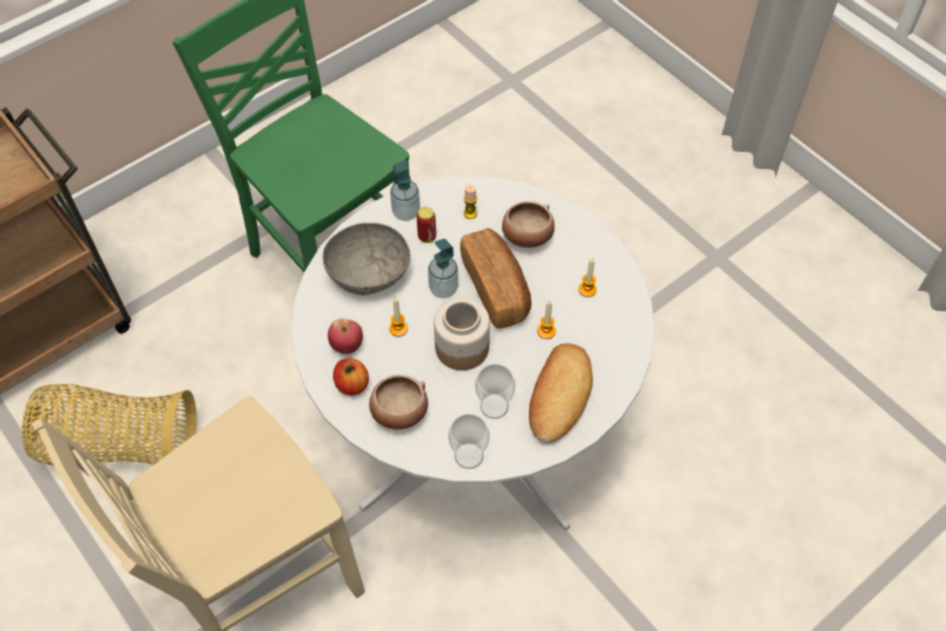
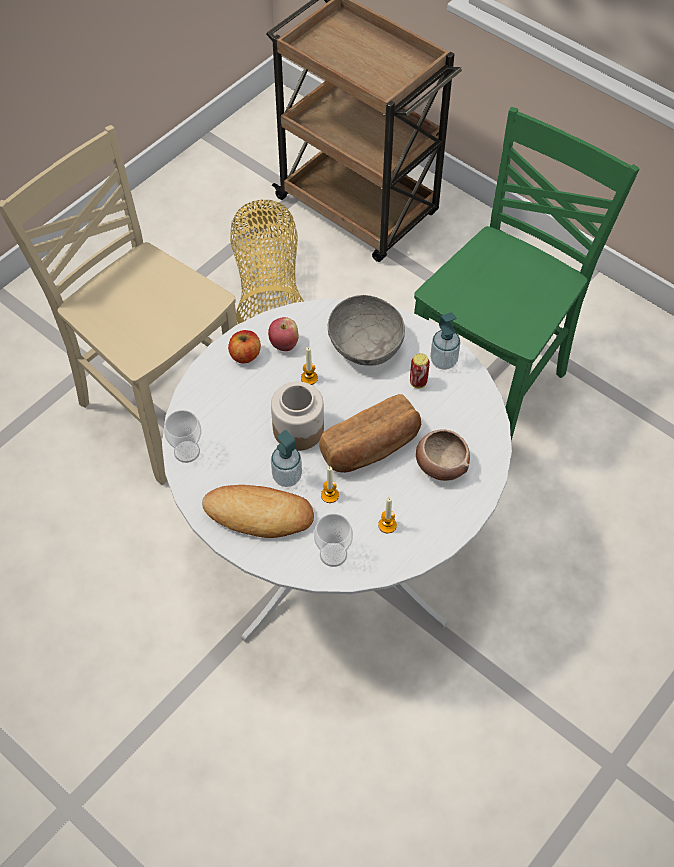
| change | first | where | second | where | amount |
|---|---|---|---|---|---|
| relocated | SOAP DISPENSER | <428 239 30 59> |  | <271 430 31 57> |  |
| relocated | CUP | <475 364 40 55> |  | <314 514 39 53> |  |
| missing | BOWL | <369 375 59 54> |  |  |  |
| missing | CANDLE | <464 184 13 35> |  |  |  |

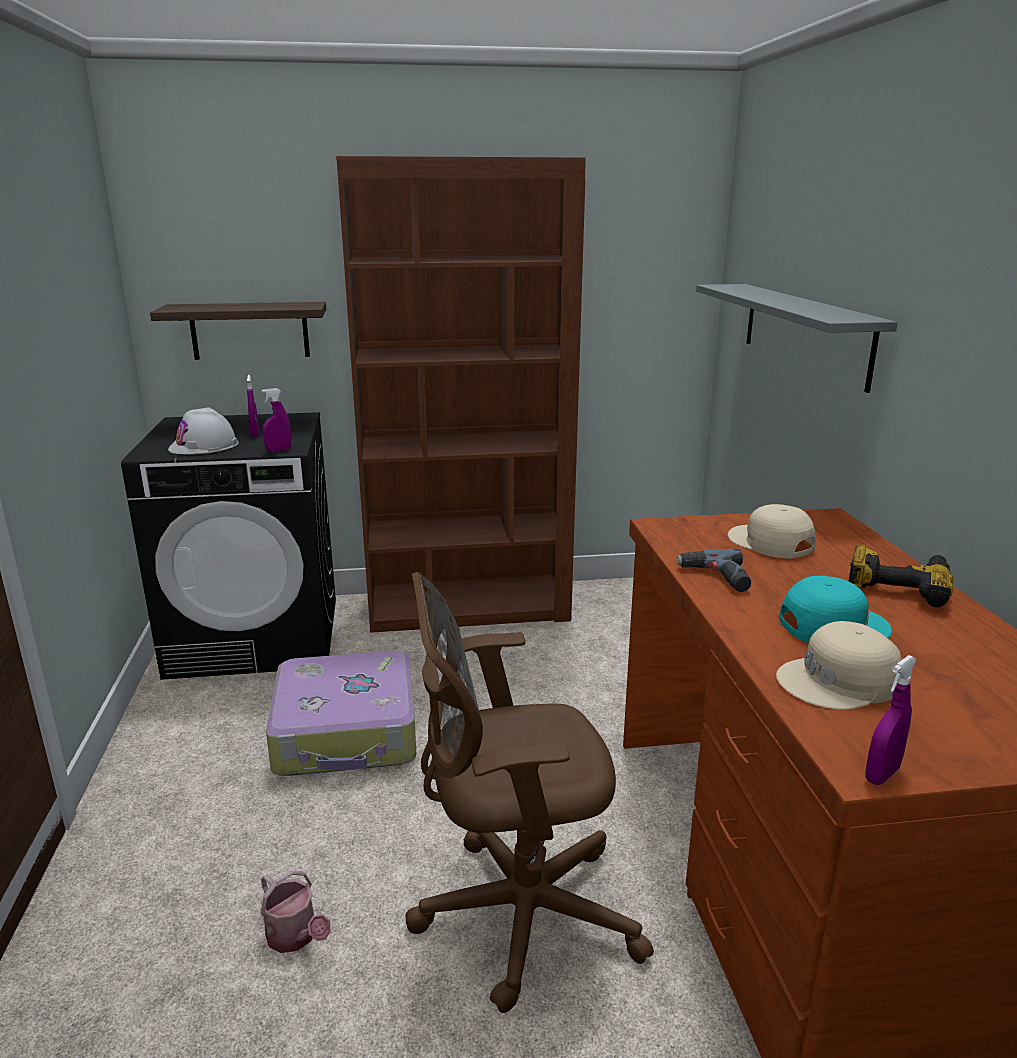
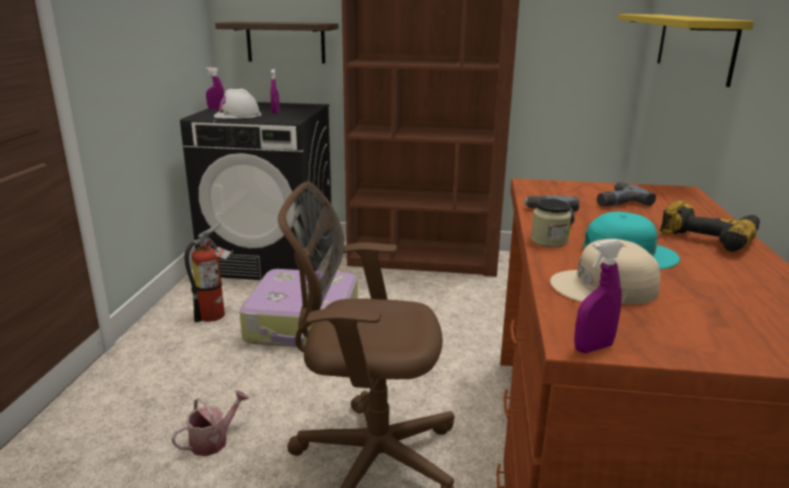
| change | first | where | second | where | amount |
|---|---|---|---|---|---|
| spun | WATERING CAN | <260 871 71 82> |  | <171 390 79 66> | 105 degrees counterclockwise |
| appeared |  |  | FIRE EXTINGUISHER | <184 222 50 100> |  |
| relocated | PURPLE SPRAY BOTTLE | <261 388 30 64> |  | <206 67 18 43> |  |
| appeared |  |  | JAR | <531 199 40 48> |  |
| exchanged | BEIGE CAP | <728 504 88 55> | POWER DRILL | <597 182 59 24> |  |
| colour | GREY SHELF | <696 284 202 109> | YELLOW SHELF | <618 14 136 73> |  |

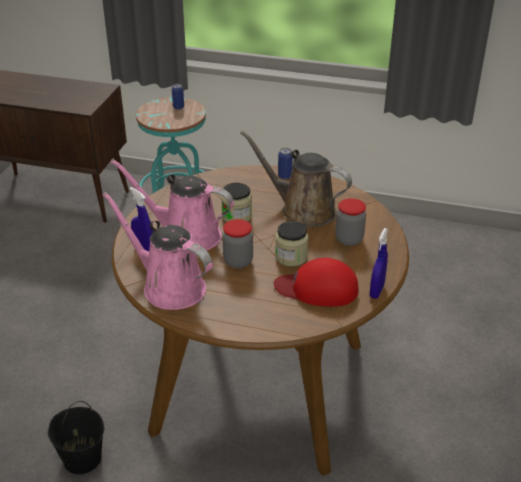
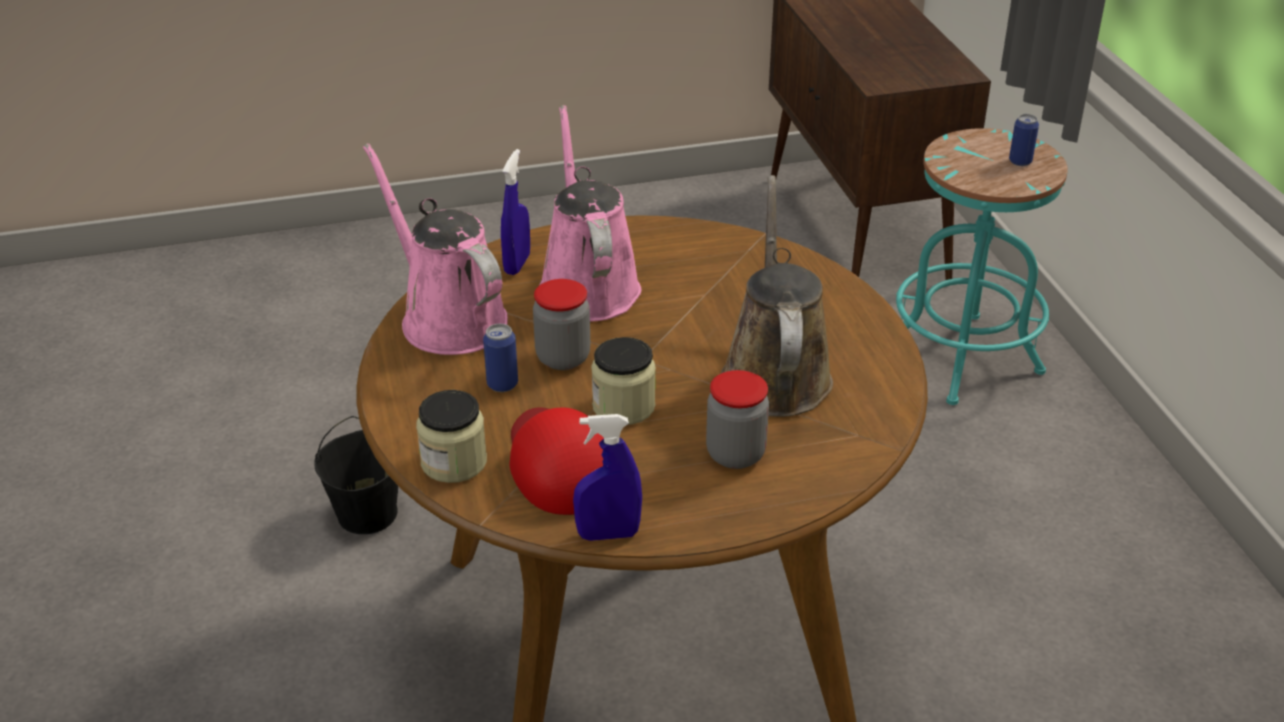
| change | first | where | second | where | amount |
|---|---|---|---|---|---|
| spun | PINK WATERING CAN | <102 192 111 118> |  | <363 143 145 212> | 45 degrees counterclockwise |
| relocated | JAR | <221 183 31 39> |  | <416 390 71 93> |  |
| relocated | CAN | <278 148 15 31> |  | <483 324 35 68> |  |

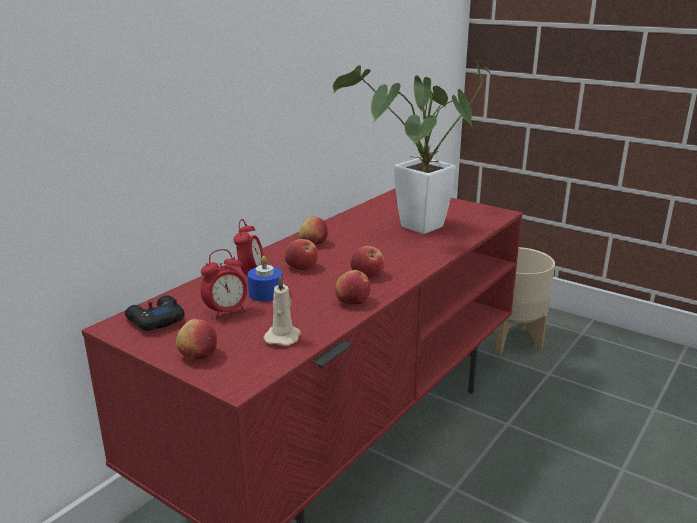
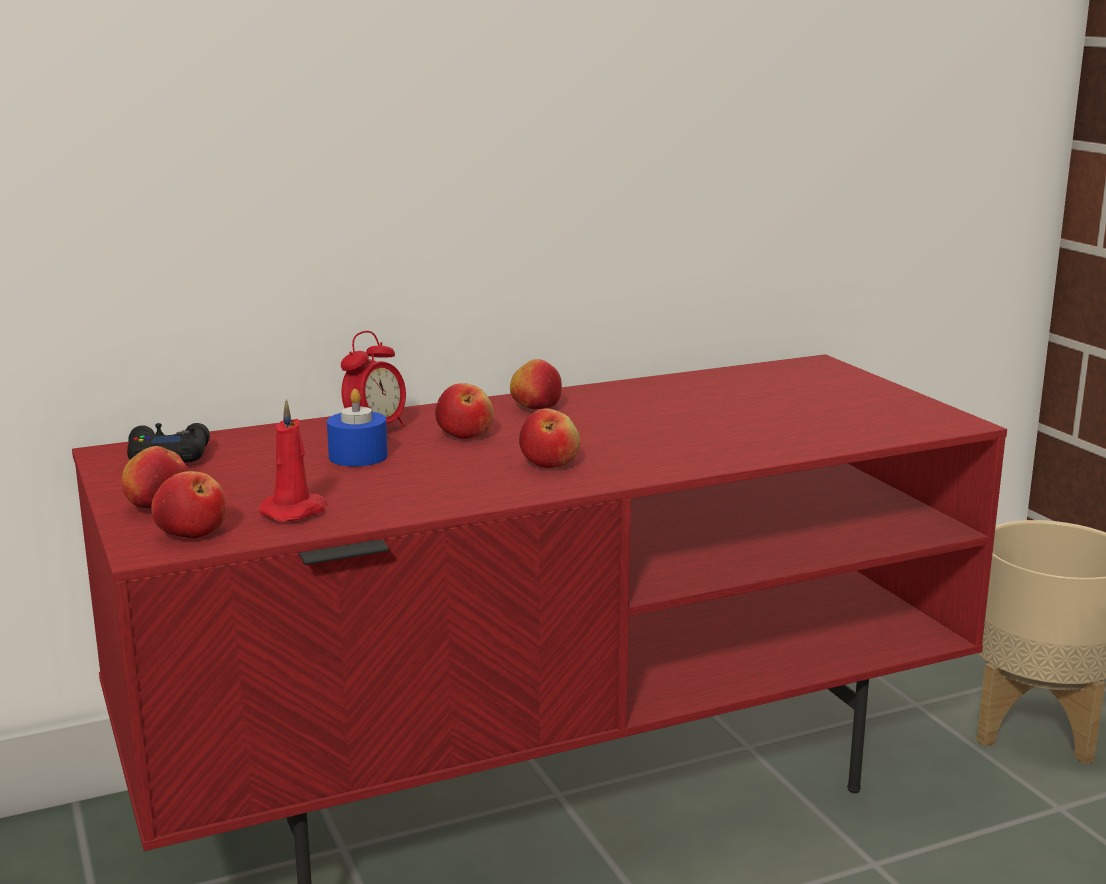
| change | first | where | second | where | amount |
|---|---|---|---|---|---|
| relocated | APPLE | <335 270 36 34> |  | <151 471 75 67> |  |
| colour | BEIGE CANDLE | <264 274 37 72> | RED CANDLE | <260 399 67 123> |  |
| missing | ALARM CLOCK | <200 249 47 71> |  |  |  |
| missing | POTTED PLANT | <333 58 161 176> |  |  |  |

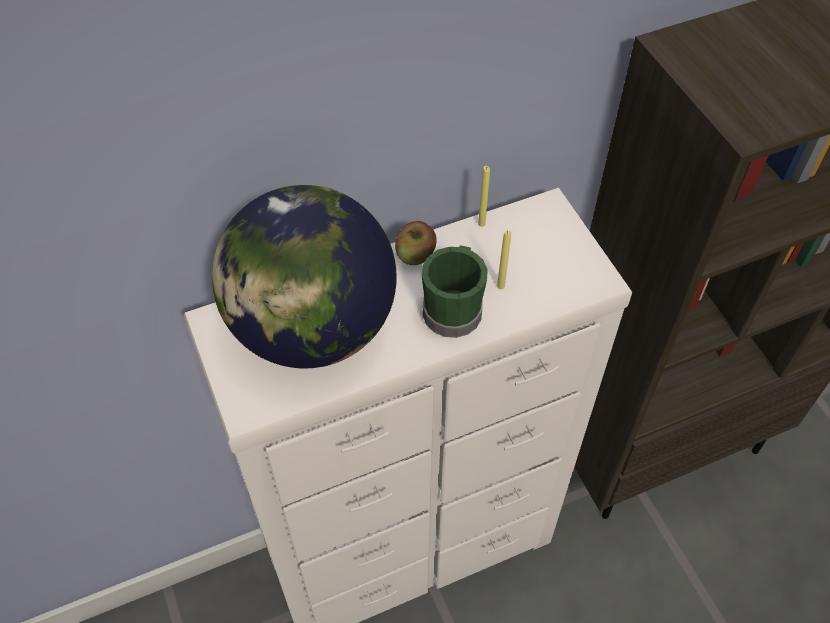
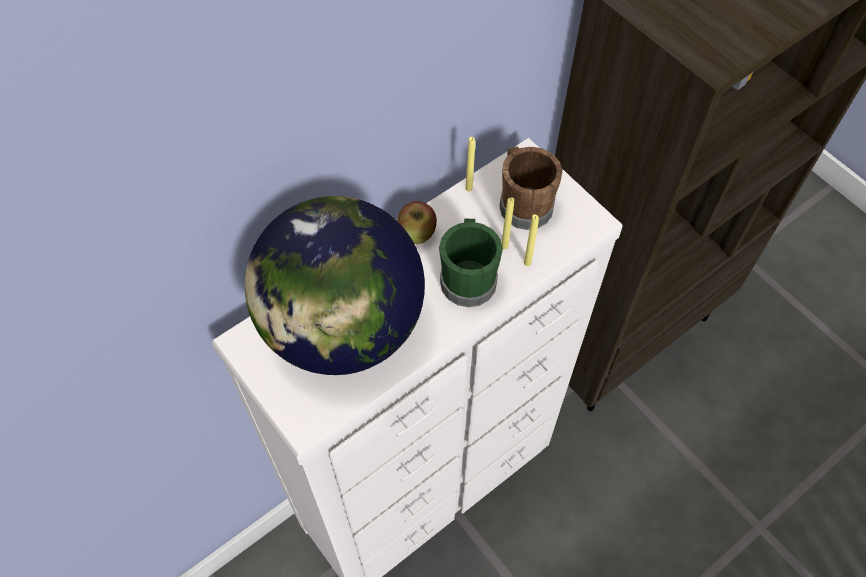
| change | first | where | second | where | amount |
|---|---|---|---|---|---|
| appeared |  |  | BROWN MUG | <500 147 63 83> |  |
| appeared |  |  | YELLOW CANDLE | <524 215 15 51> |  |

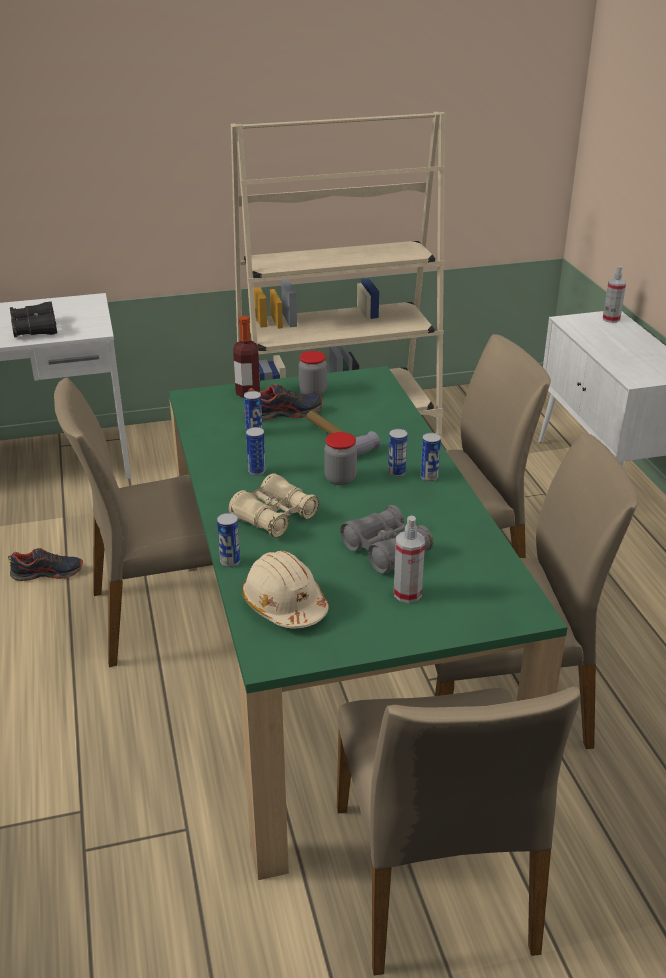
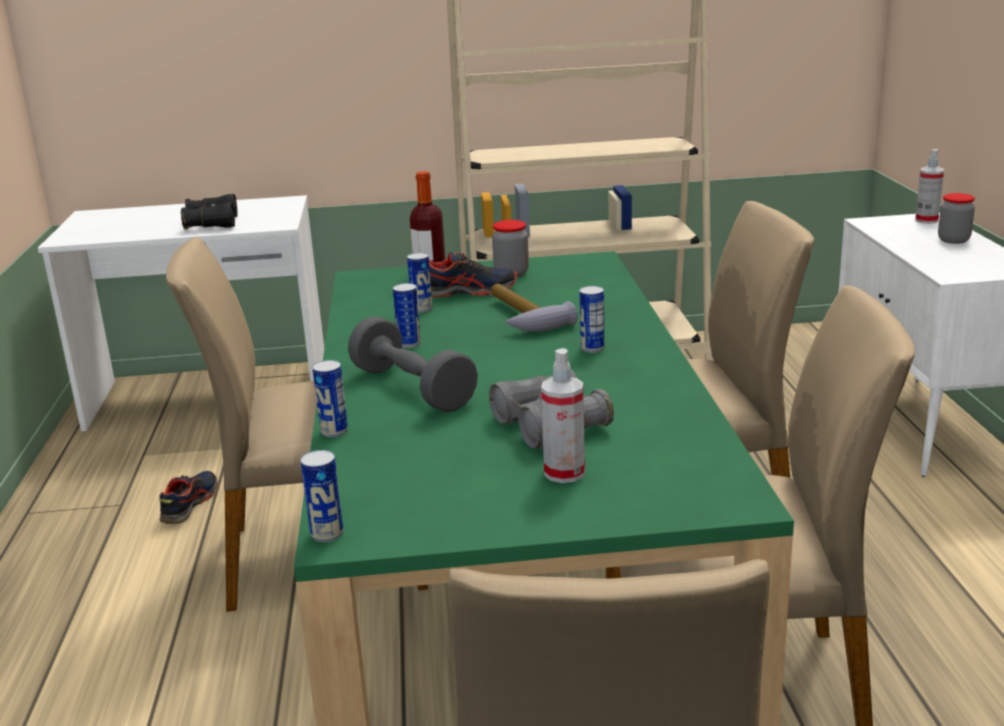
| change | first | where | second | where | amount |
|---|---|---|---|---|---|
| spun | SHOE | <8 548 75 33> |  | <159 471 59 53> | 75 degrees counterclockwise |
| relocated | CAN | <420 433 21 49> |  | <300 450 43 92> |  |
| exchanged | BEIGE BINOCULARS | <229 473 90 65> | GREY DUMBBELL | <348 316 130 96> |  |
| relocated | JAR | <324 432 33 53> |  | <938 193 37 51> |  |
| missing | BEIGE HARD HAT | <242 551 87 78> |  |  |  |

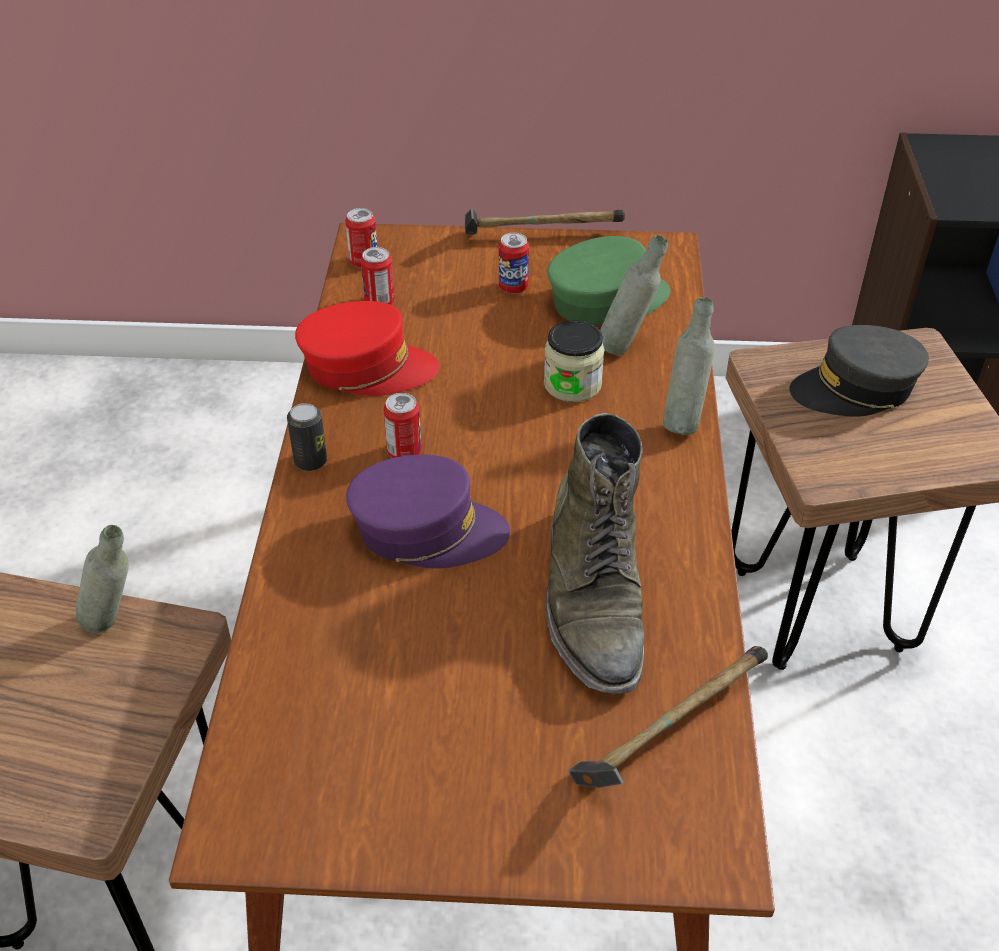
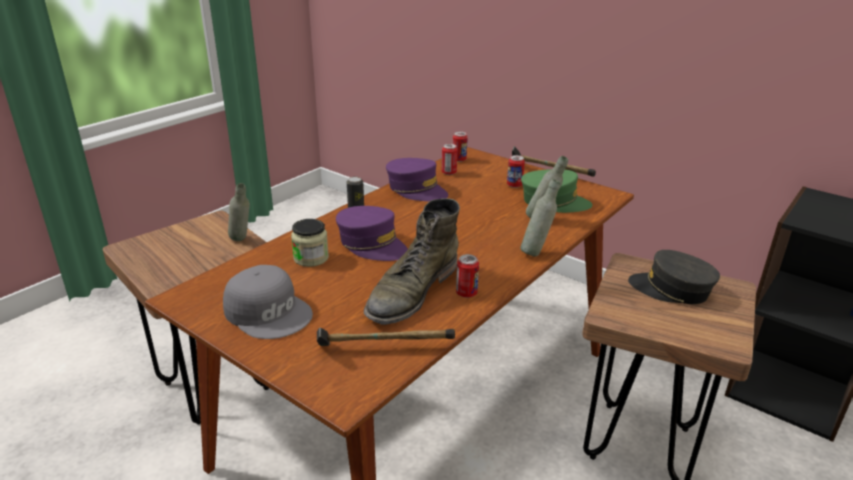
| change | first | where | second | where | amount |
|---|---|---|---|---|---|
| appeared |  |  | GREY CAP | <223 265 90 74> |  |
| relocated | JAR | <544 320 61 82> |  | <291 219 38 48> |  |
| colour | RED CAP | <295 301 144 95> | PURPLE CAP | <386 158 62 43> |  |
| relocated | CAN | <383 393 39 65> |  | <456 254 23 44> |  |

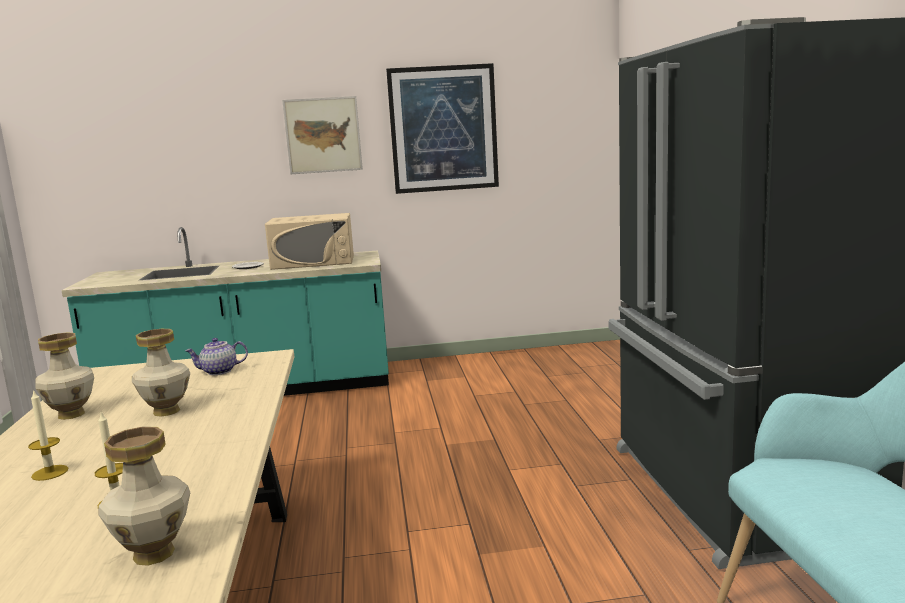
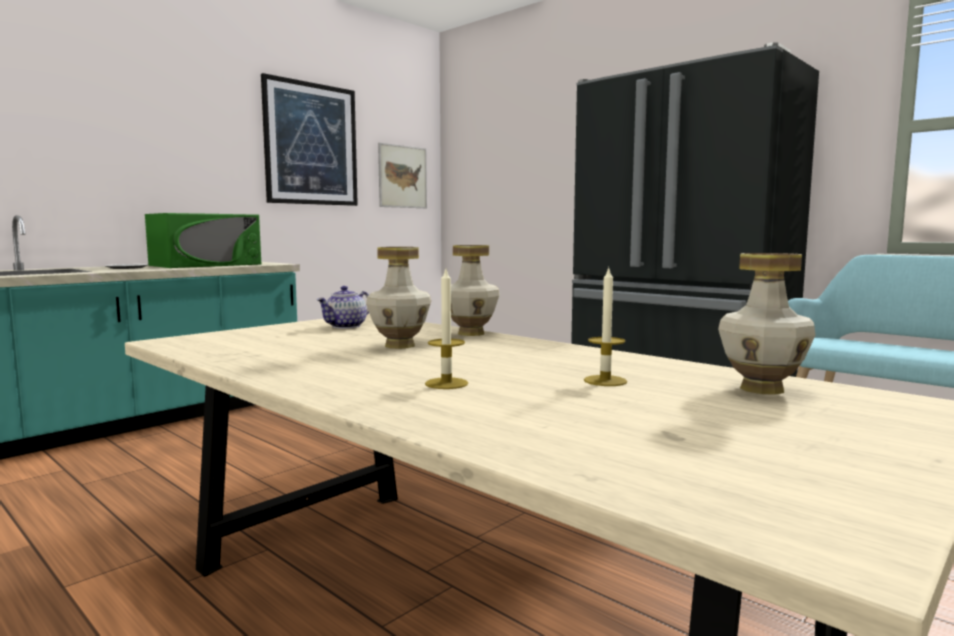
| change | first | where | second | where | amount |
|---|---|---|---|---|---|
| colour | BEIGE MICROWAVE | <265 213 89 57> | GREEN MICROWAVE | <145 213 116 55> |  |
| relocated | PICTURE | <282 96 81 78> |  | <378 143 49 65> |  |
| relocated | VASE | <36 332 58 88> |  | <451 245 49 91> |  |

